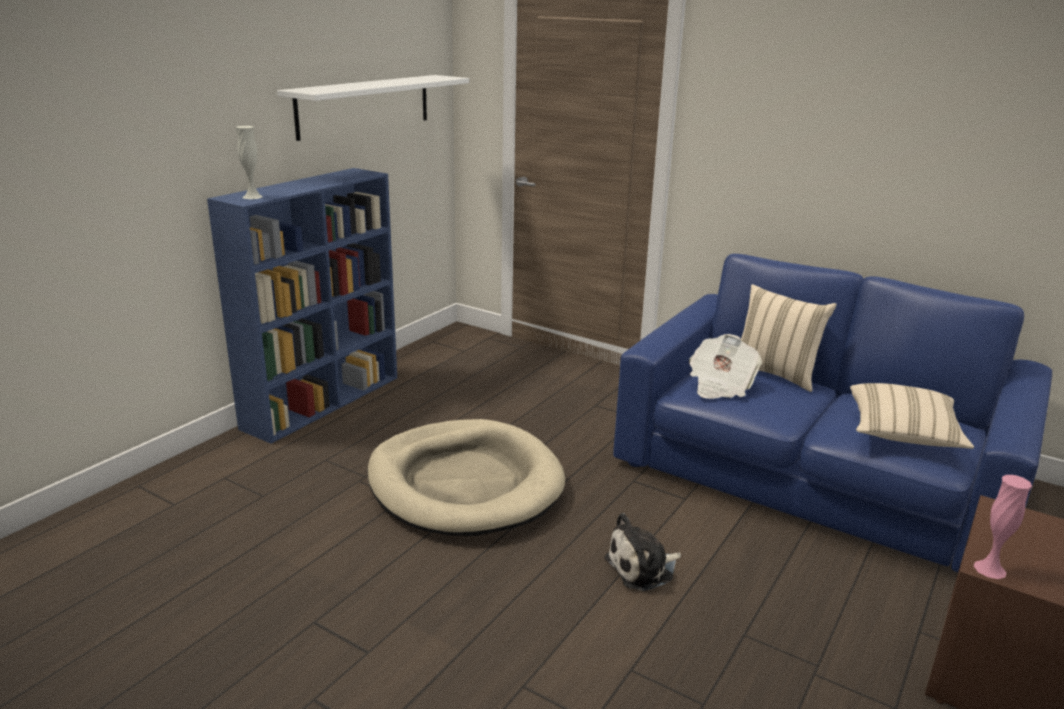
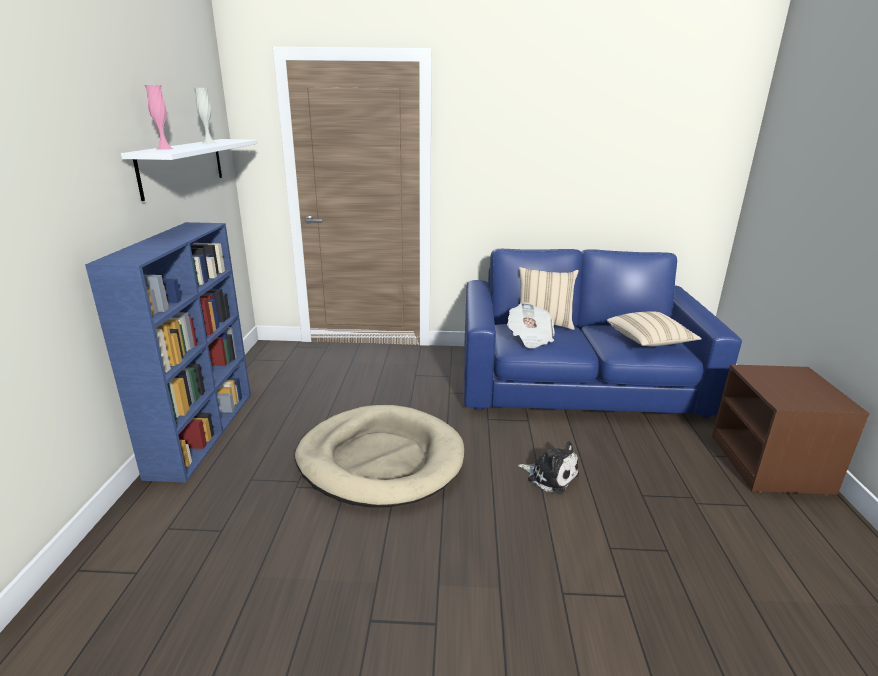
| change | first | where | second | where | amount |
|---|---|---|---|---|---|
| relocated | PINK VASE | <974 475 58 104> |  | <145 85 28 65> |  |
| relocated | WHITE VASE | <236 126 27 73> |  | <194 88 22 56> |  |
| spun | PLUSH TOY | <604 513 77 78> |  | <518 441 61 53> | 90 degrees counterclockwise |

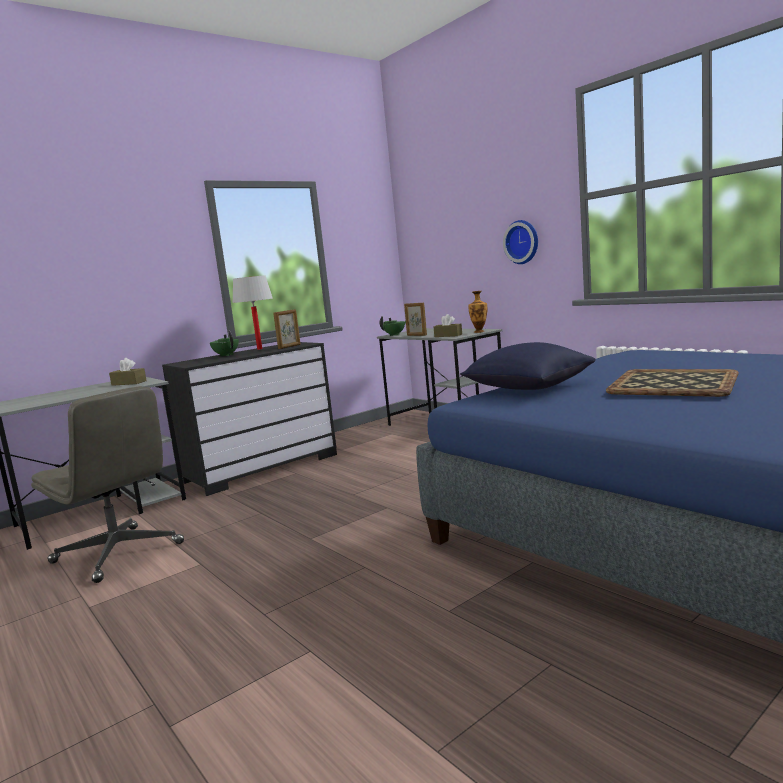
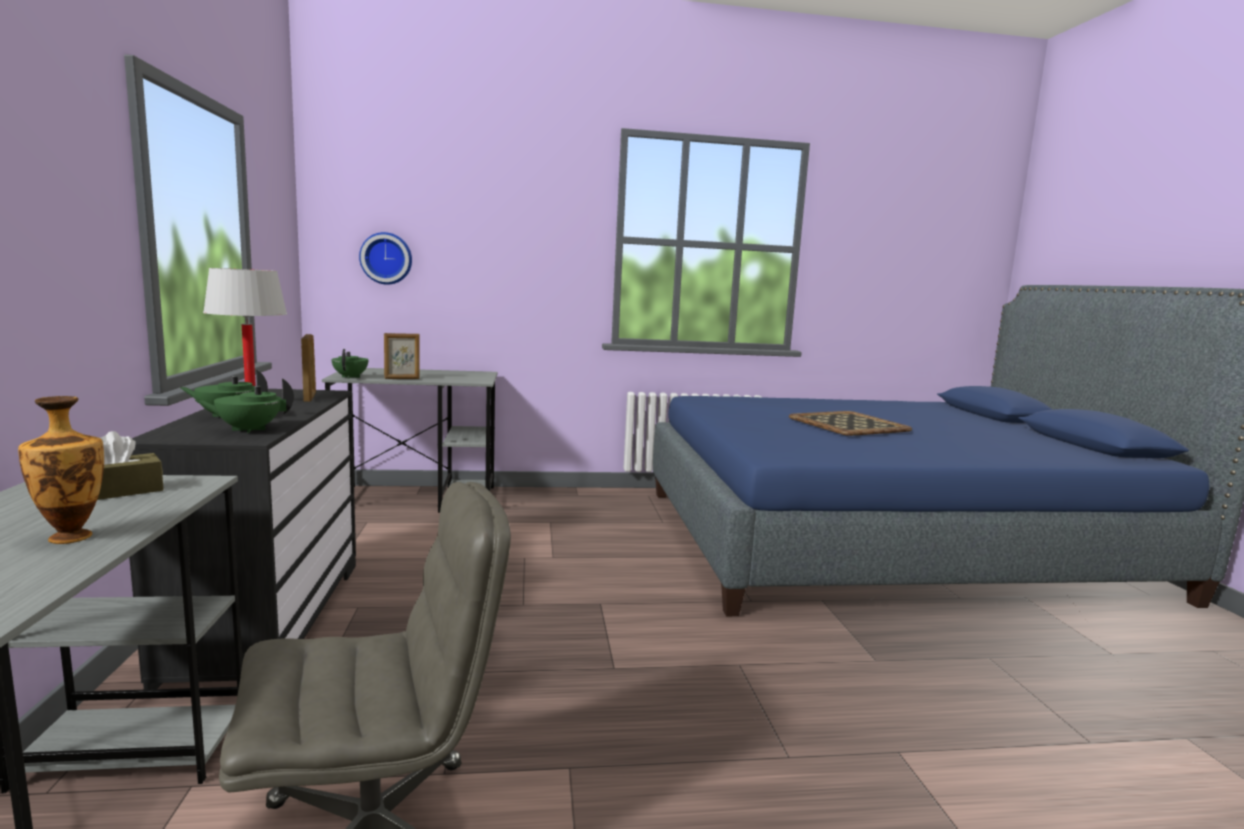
| change | first | where | second | where | amount |
|---|---|---|---|---|---|
| relocated | VASE | <468 291 19 42> |  | <18 396 86 148> |  |
| appeared |  |  | GREEN TEAPOT | <195 378 99 55> |  |
| relocated | WALL CLOCK | <503 220 35 44> |  | <359 232 53 53> |  |
| missing | BROWN TISSUE BOX | <434 314 28 23> |  |  |  |
| missing | BLUE PILLOW | <460 342 136 48> |  |  |  |

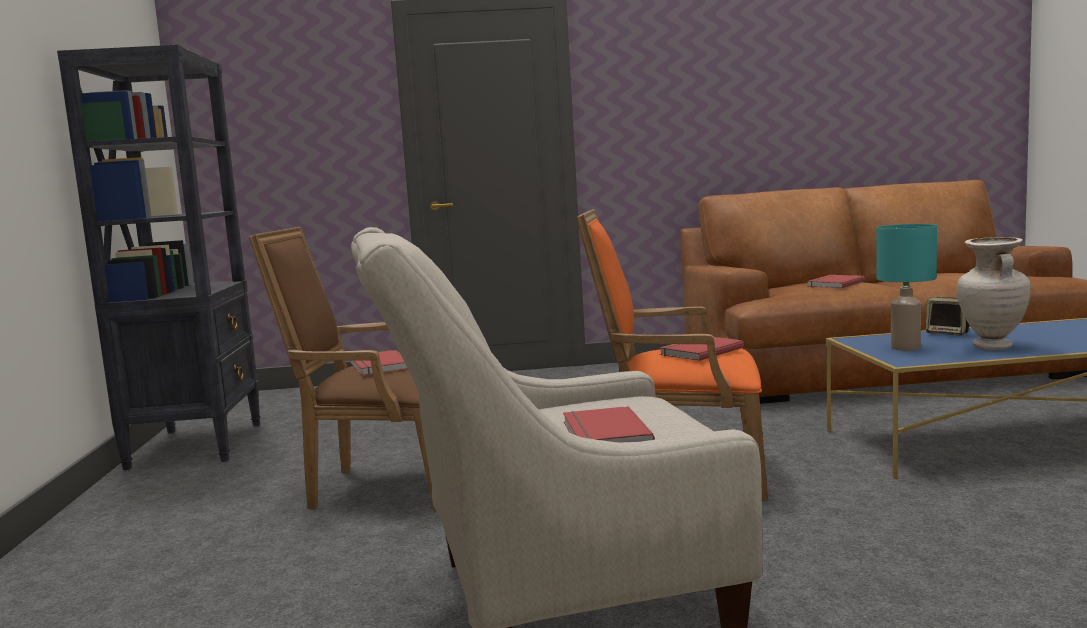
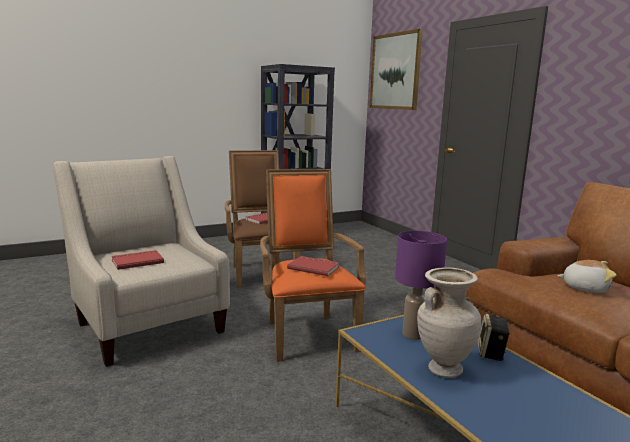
| change | first | where | second | where | amount |
|---|---|---|---|---|---|
| appeared |  |  | PICTURE | <370 29 53 81> |  |
| colour | TURQUOISE TABLE LAMP | <876 224 61 127> | PURPLE TABLE LAMP | <395 231 52 109> |  |
| exchanged | RED BOOK | <807 275 58 13> | PLUSH TOY | <557 260 60 33> |  |

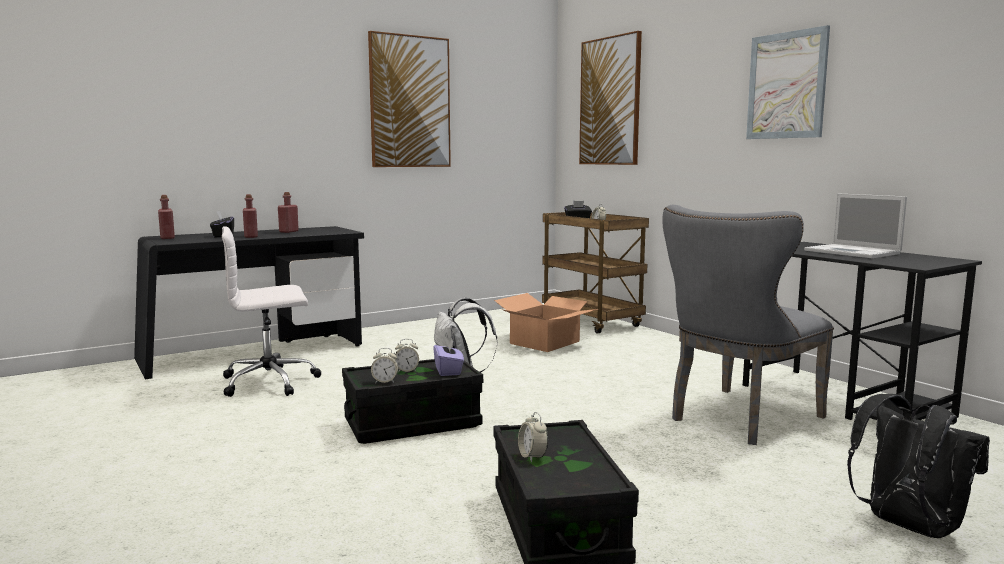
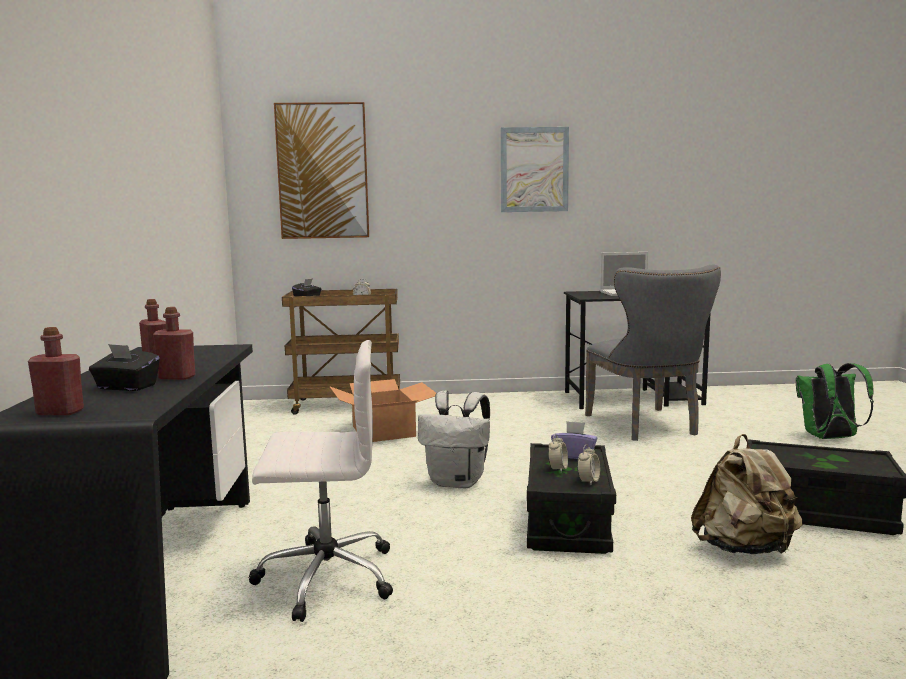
| change | first | where | second | where | amount |
|---|---|---|---|---|---|
| spun | WHITE OFFICE CHAIR | <222 226 100 171> |  | <249 340 144 282> | 105 degrees counterclockwise |
| appeared |  |  | BEIGE BACKPACK | <691 434 111 120> |  |
| colour | BLACK BACKPACK | <847 394 143 144> | GREEN BACKPACK | <796 363 78 76> |  |
| missing | PICTURE | <368 31 83 136> |  |  |  |
| missing | ALARM CLOCK | <518 412 30 50> |  |  |  |

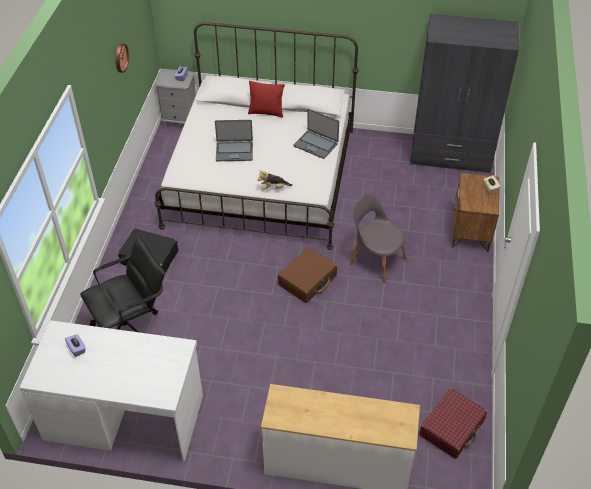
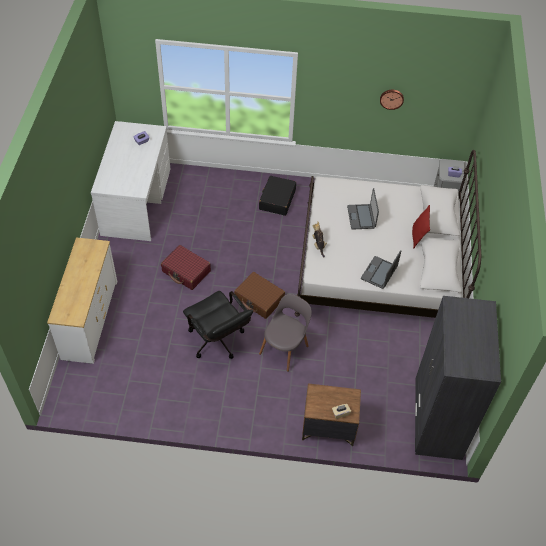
| change | first | where | second | where | amount |
|---|---|---|---|---|---|
| relocated | RED SUITCASE | <420 388 67 71> |  | <161 245 50 45> |  |
| relocated | BLACK OFFICE CHAIR | <80 237 85 96> |  | <183 291 70 68> |  |

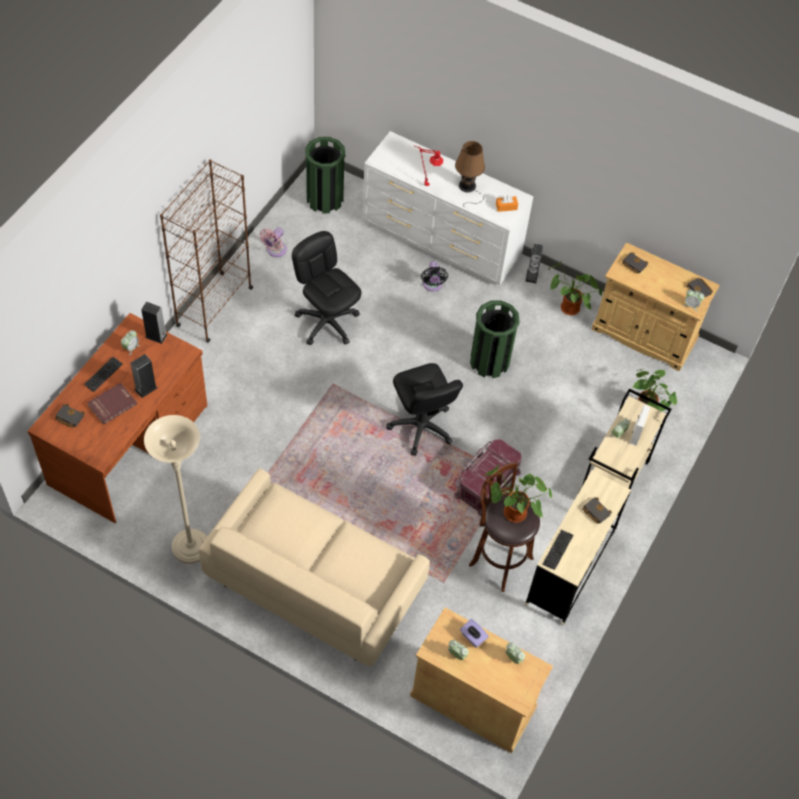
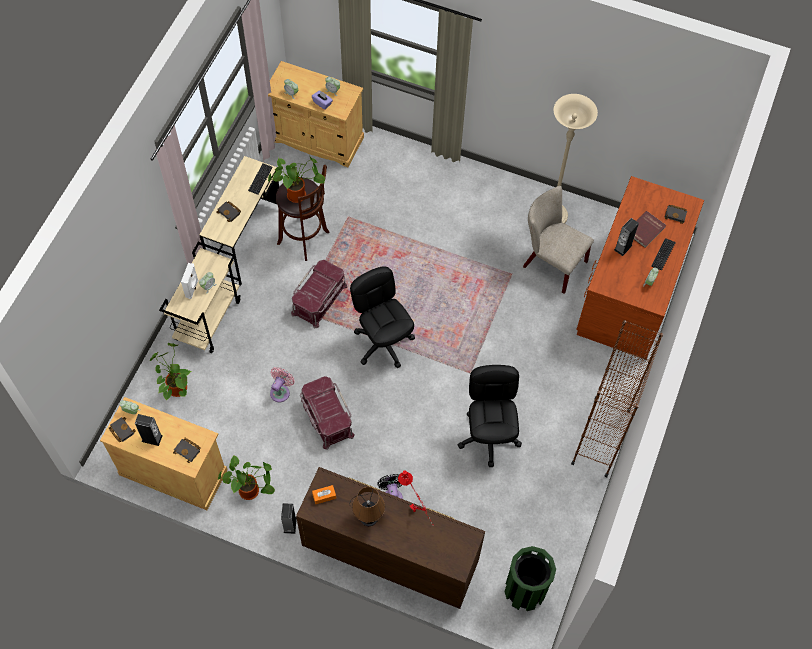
| change | first | where | second | where | amount |
|---|---|---|---|---|---|
| relocated | SPEAKER | <141 302 27 42> |  | <135 414 28 32> |  |
| relocated | PINK FAN | <260 228 27 29> |  | <270 367 25 35> |  |
| colour | WHITE DRESSER | <362 131 171 154> | BROWN DRESSER | <296 467 189 142> |  |
| exchanged | GREEN TRASH CAN | <470 301 50 77> | RED STORAGE BOX | <300 376 55 74> |  |
| spun | BLACK OFFICE CHAIR | <292 231 69 114> |  | <458 365 64 102> | 135 degrees counterclockwise |
| appeared |  |  | BEIGE CHAIR | <523 186 71 108> |  |
| missing | BEIGE SOFA | <199 468 231 198> |  |  |  |

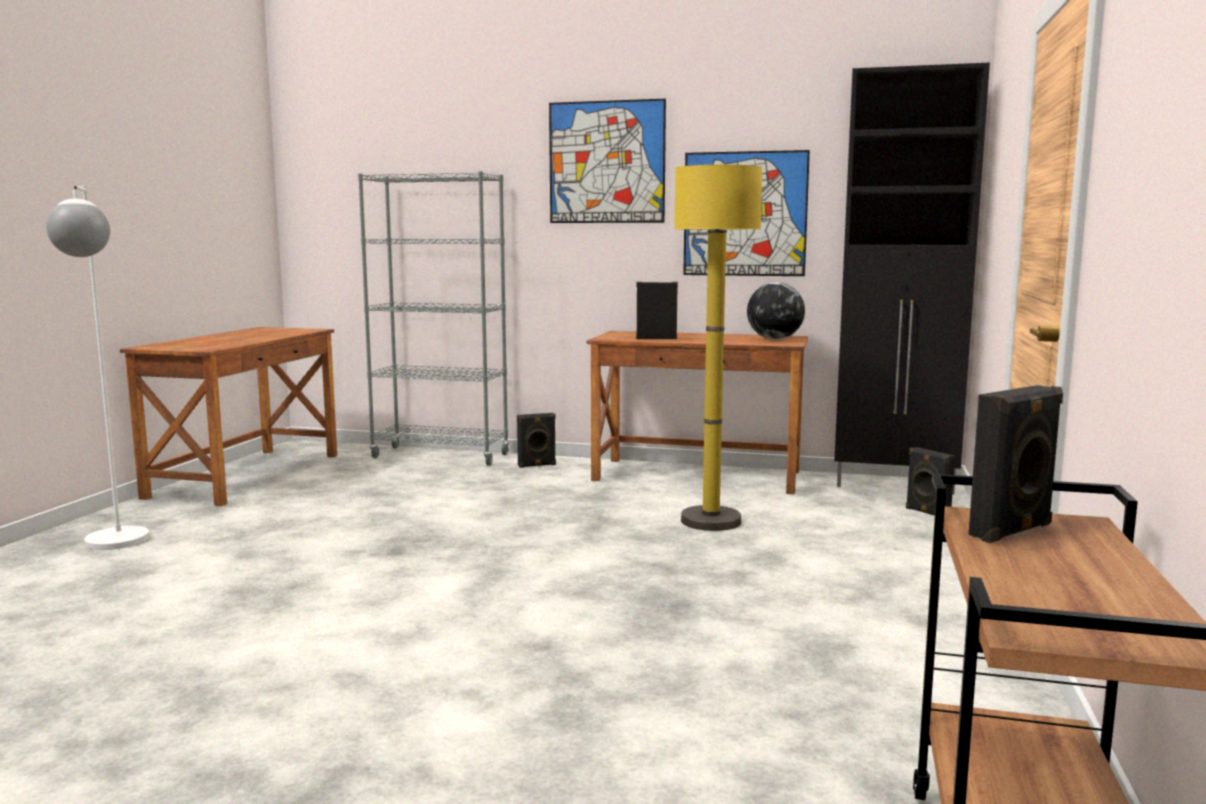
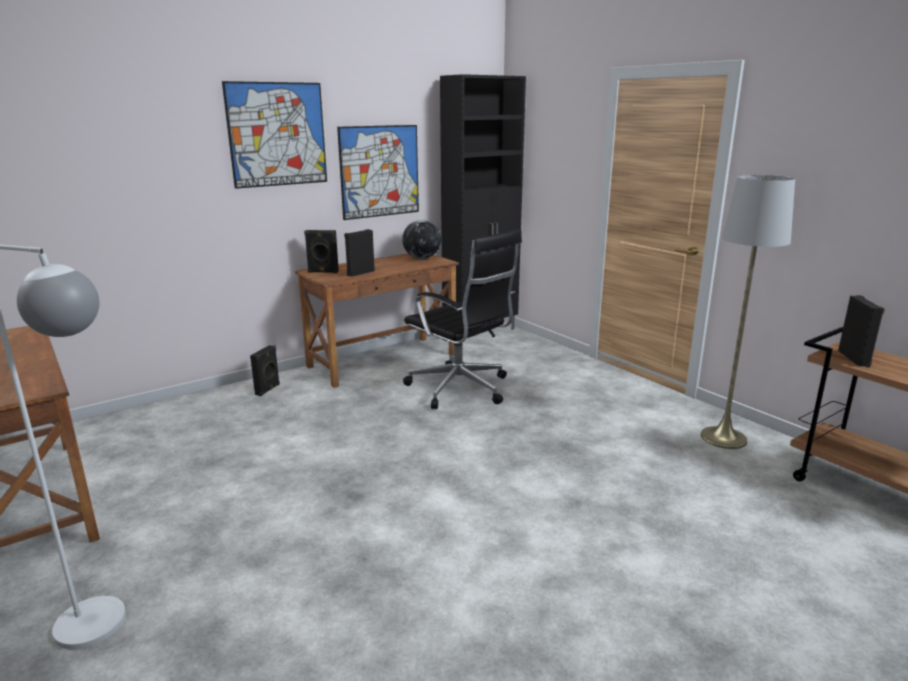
| change | first | where | second | where | amount |
|---|---|---|---|---|---|
| relocated | BLACK SPEAKER | <906 447 49 68> |  | <304 230 35 43> |  |
| exchanged | YELLOW FLOOR LAMP | <674 165 89 366> | BLACK OFFICE CHAIR | <403 229 119 180> |  |
| appeared |  |  | GREY FLOOR LAMP | <701 175 94 274> |  |
| missing | GREY BOOKCASE | <358 171 151 295> |  |  |  |

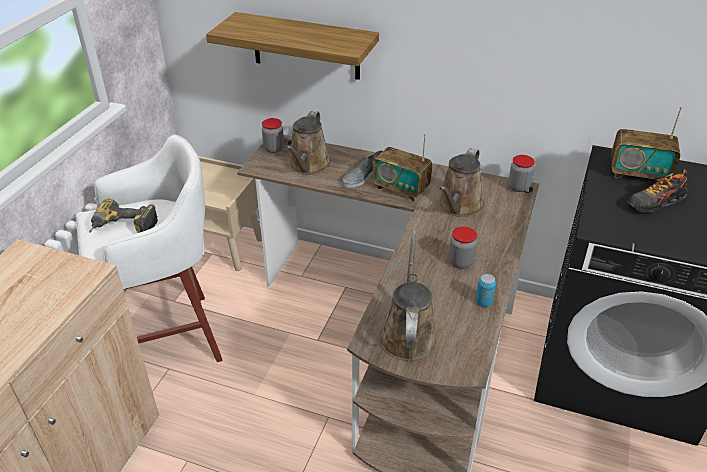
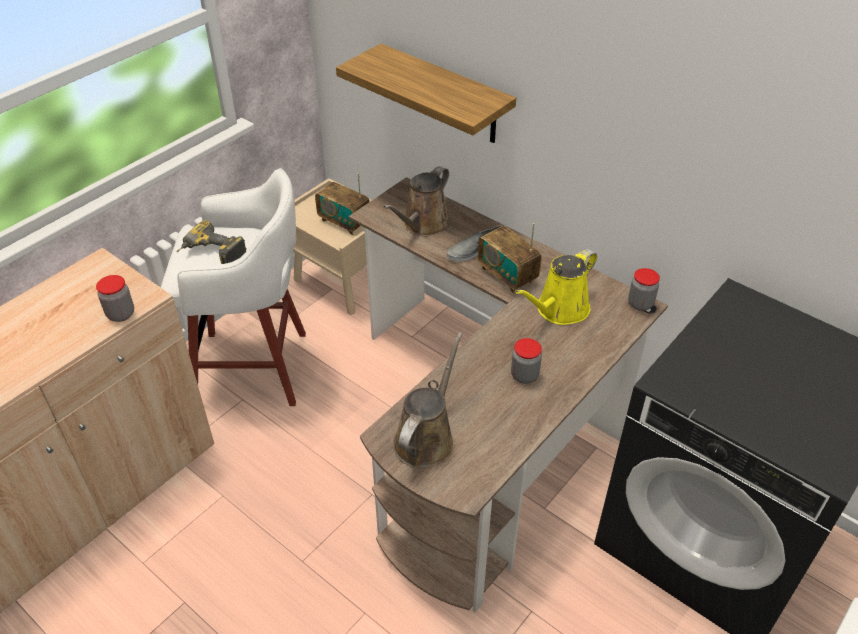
| change | first | where | second | where | amount |
|---|---|---|---|---|---|
| relocated | JAR | <262 118 22 35> |  | <96 275 38 47> |  |
| relocated | RADIO | <612 107 70 74> |  | <315 173 55 62> |  |
| colour | BROWN WATERING CAN | <438 148 46 69> | YELLOW WATERING CAN | <516 249 81 76> |  |
| missing | CAN | <476 274 20 33> |  |  |  |
| missing | SHOE | <627 169 63 43> |  |  |  |

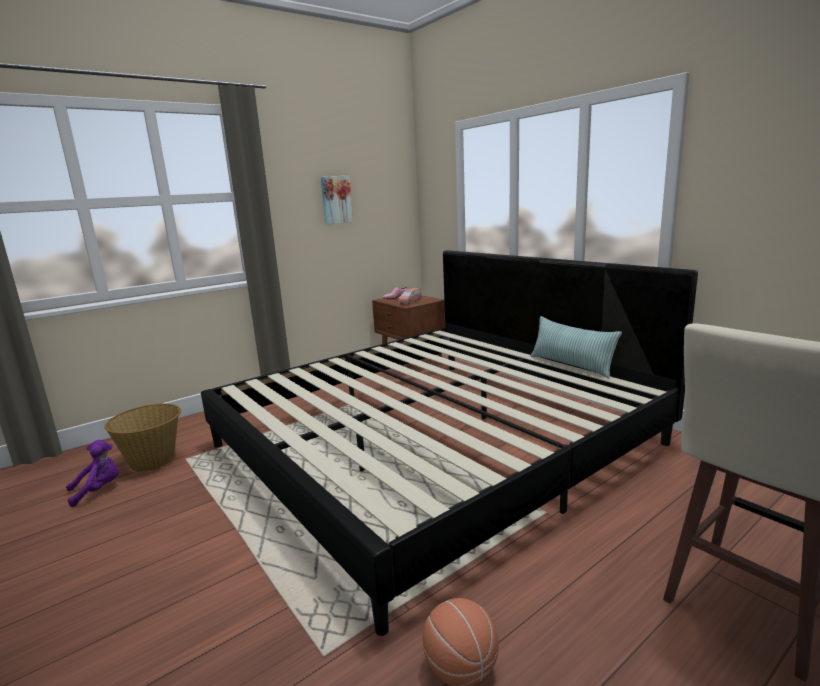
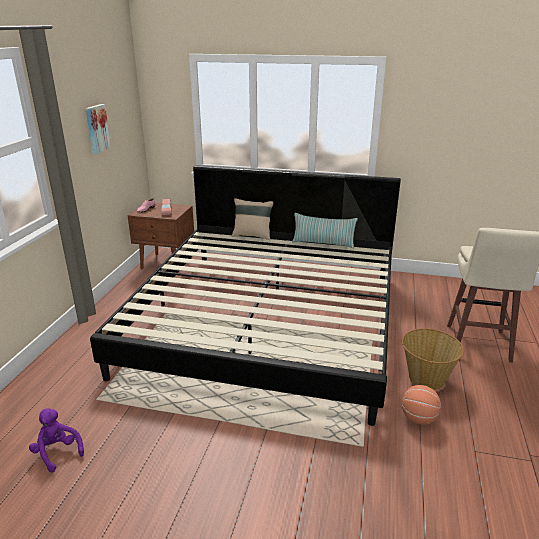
| change | first | where | second | where | amount |
|---|---|---|---|---|---|
| spun | PURPLE PLUSH TOY | <66 440 53 67> |  | <29 408 55 65> | 60 degrees counterclockwise |
| appeared |  |  | BEIGE PILLOW | <232 198 41 42> |  |
| relocated | BASKET | <105 404 76 68> |  | <402 328 62 62> |  |

